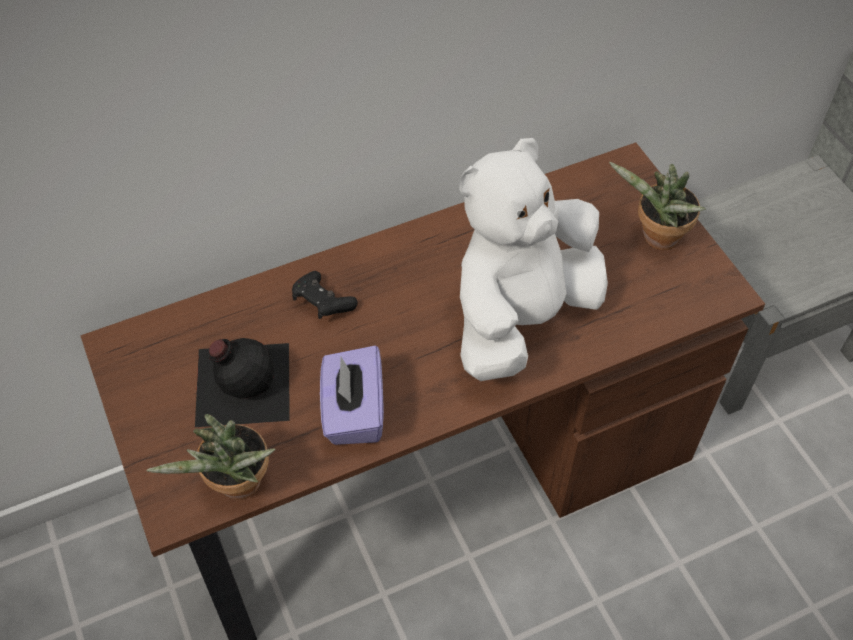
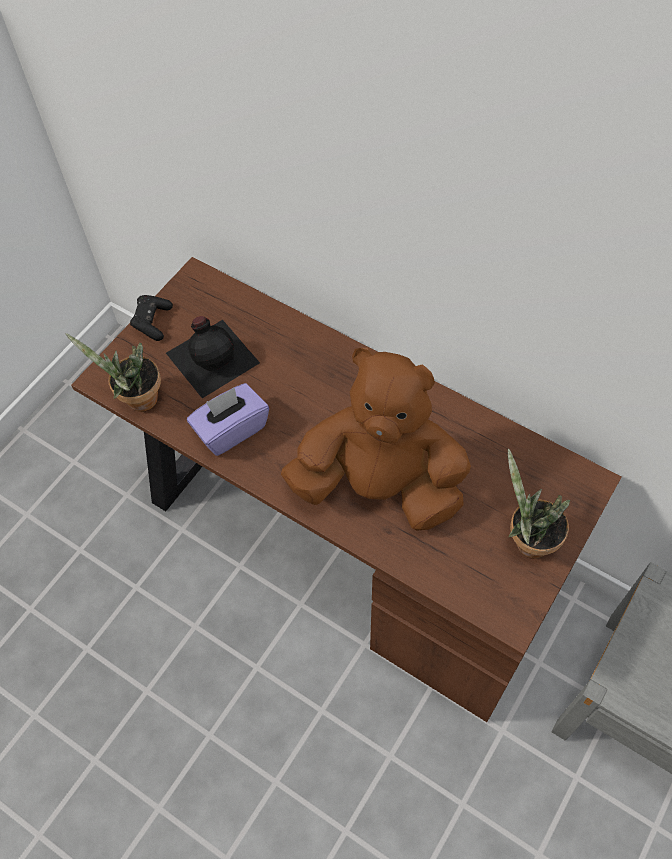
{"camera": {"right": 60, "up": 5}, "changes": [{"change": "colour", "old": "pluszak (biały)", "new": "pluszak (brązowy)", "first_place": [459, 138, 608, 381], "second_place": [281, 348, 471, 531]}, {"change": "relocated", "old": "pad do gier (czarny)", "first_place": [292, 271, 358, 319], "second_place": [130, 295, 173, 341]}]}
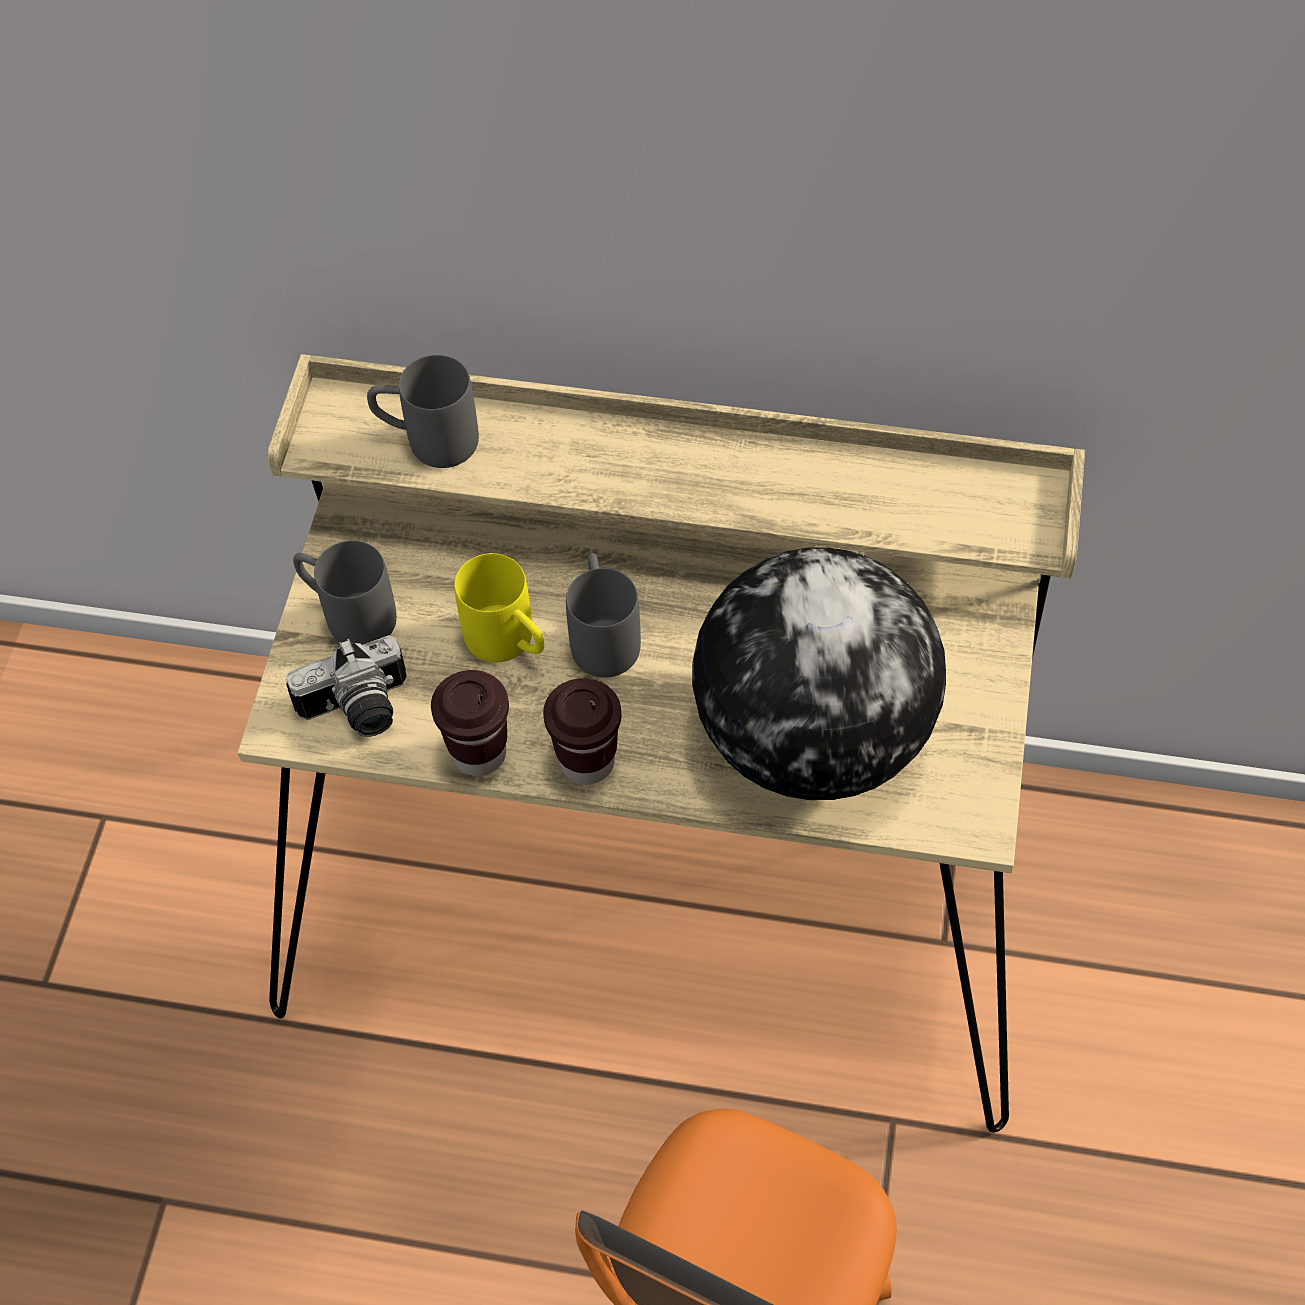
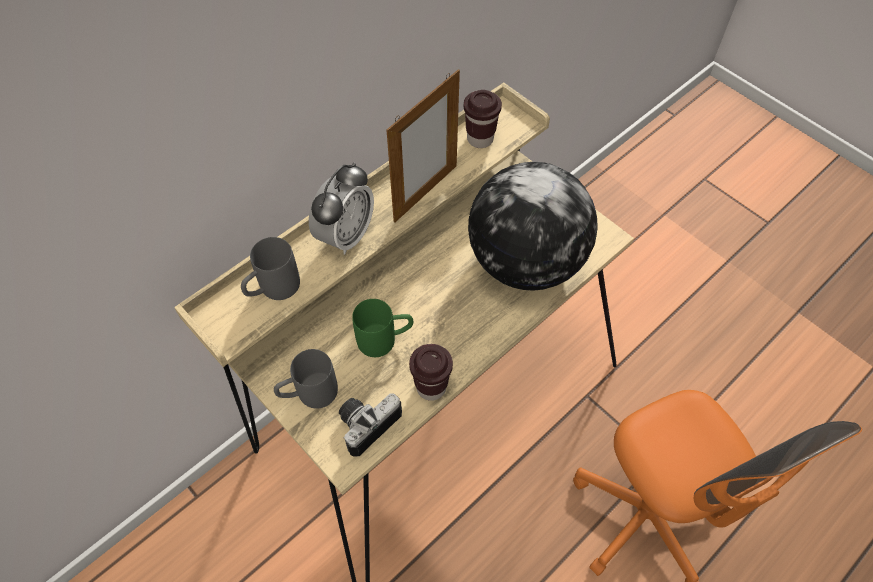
{"camera": {"right": -55, "up": 0}, "changes": [{"change": "colour", "old": "kubek (żółty)", "new": "kubek (zielony)", "first_place": [454, 553, 544, 662], "second_place": [352, 299, 413, 357]}, {"change": "missing", "old": "kubek (szary)", "first_place": [566, 553, 641, 678]}, {"change": "spun", "old": "aparat fotograficzny", "first_place": [286, 635, 407, 737], "second_place": [339, 394, 402, 456], "degrees": -150}, {"change": "relocated", "old": "filiżanka (brązowy)", "first_place": [543, 678, 621, 784], "second_place": [464, 90, 502, 148]}, {"change": "appeared", "new": "ramka na zdjęcie", "second_place": [386, 69, 460, 223]}, {"change": "appeared", "new": "budzik", "second_place": [309, 162, 374, 255]}]}
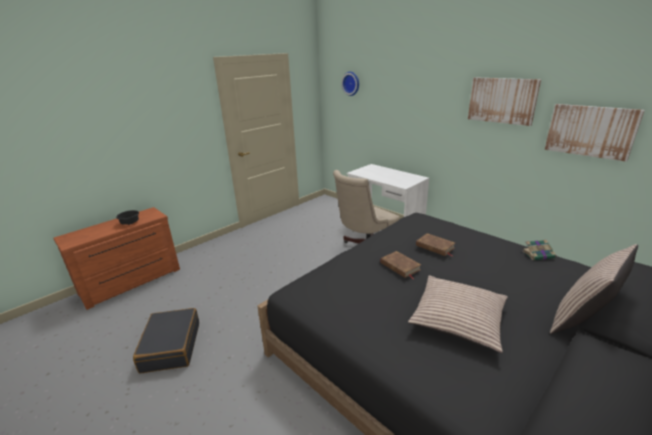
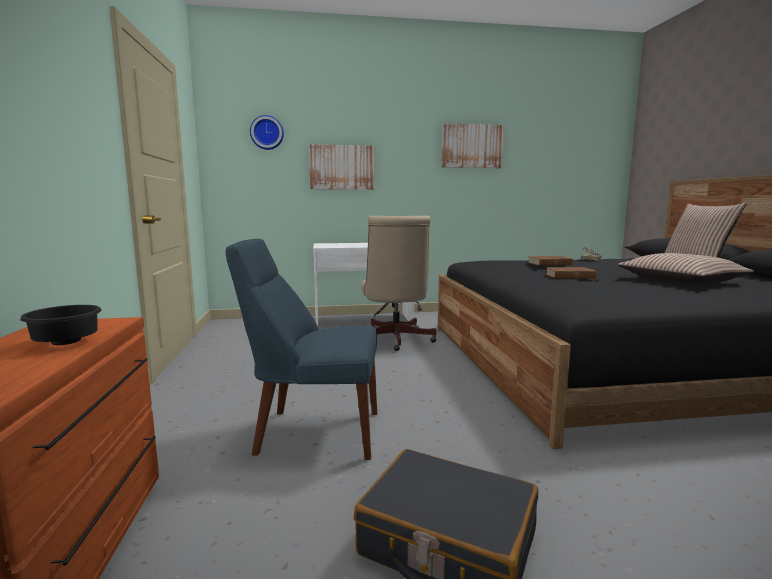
{"camera": {"right": -55, "up": -15}, "changes": [{"change": "relocated", "old": "obraz", "first_place": [545, 104, 645, 162], "second_place": [309, 144, 375, 190]}, {"change": "appeared", "new": "krzesło (niebieski)", "second_place": [226, 239, 377, 460]}]}
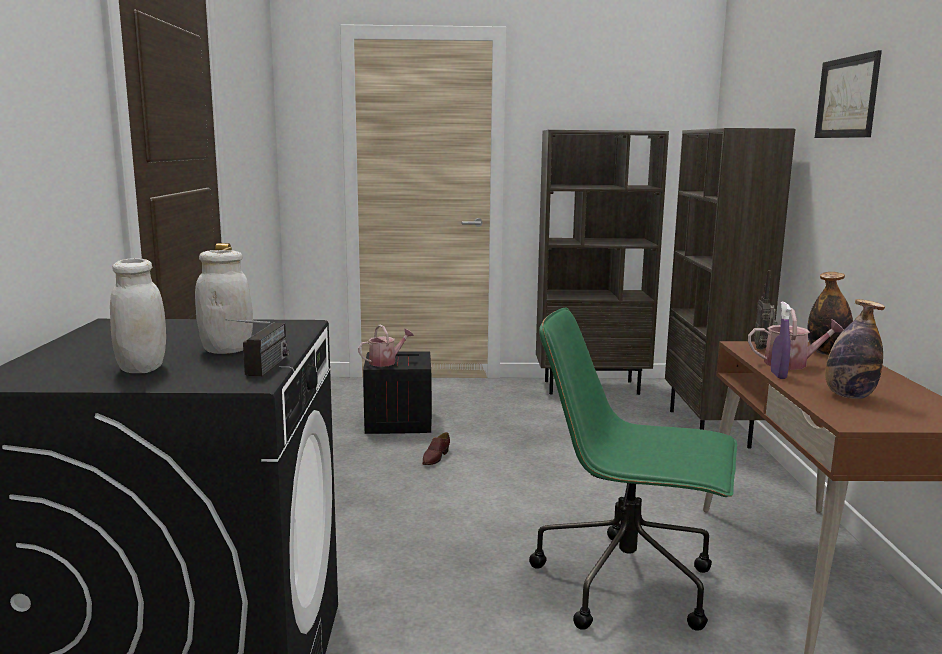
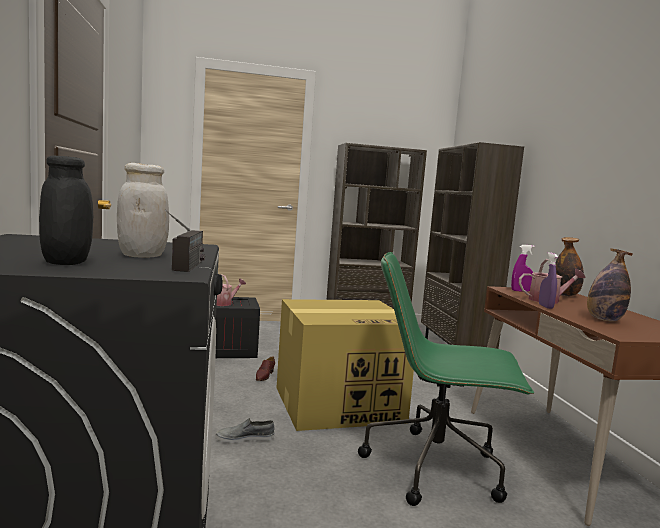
{"camera": {"right": -10, "up": -5}, "changes": [{"change": "missing", "old": "obraz", "first_place": [815, 50, 882, 138]}, {"change": "colour", "old": "słoik (biały)", "new": "słoik (czarny)", "first_place": [110, 258, 166, 373], "second_place": [39, 156, 93, 265]}, {"change": "exchanged", "old": "radio", "new": "spryskiwacz (fioletowy)", "first_place": [754, 271, 777, 349], "second_place": [511, 245, 535, 292]}, {"change": "appeared", "new": "karton", "second_place": [277, 299, 419, 431]}, {"change": "appeared", "new": "but (szary)", "second_place": [216, 418, 275, 443]}]}
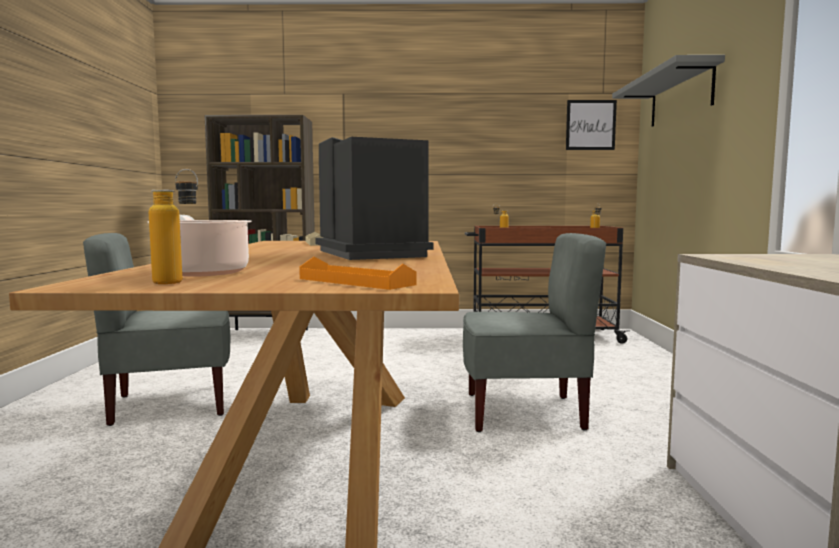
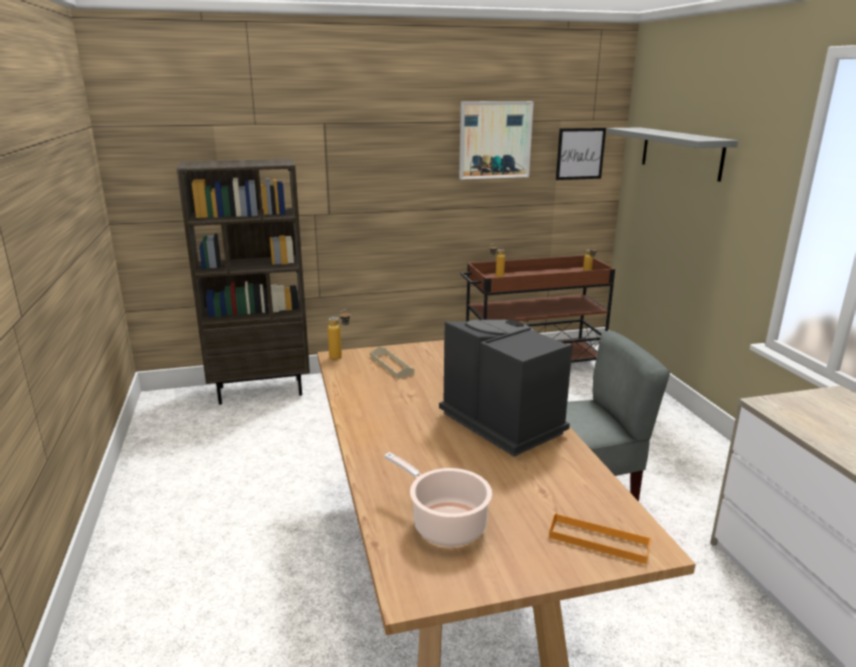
{"camera": {"right": -15, "up": 15}, "changes": [{"change": "relocated", "old": "butelka", "first_place": [149, 169, 198, 284], "second_place": [328, 309, 351, 360]}, {"change": "missing", "old": "krzesło (szary)", "first_place": [83, 233, 231, 426]}, {"change": "appeared", "new": "obraz", "second_place": [459, 101, 534, 180]}]}
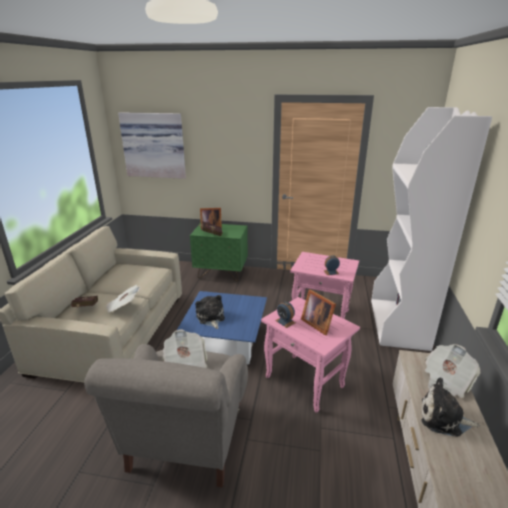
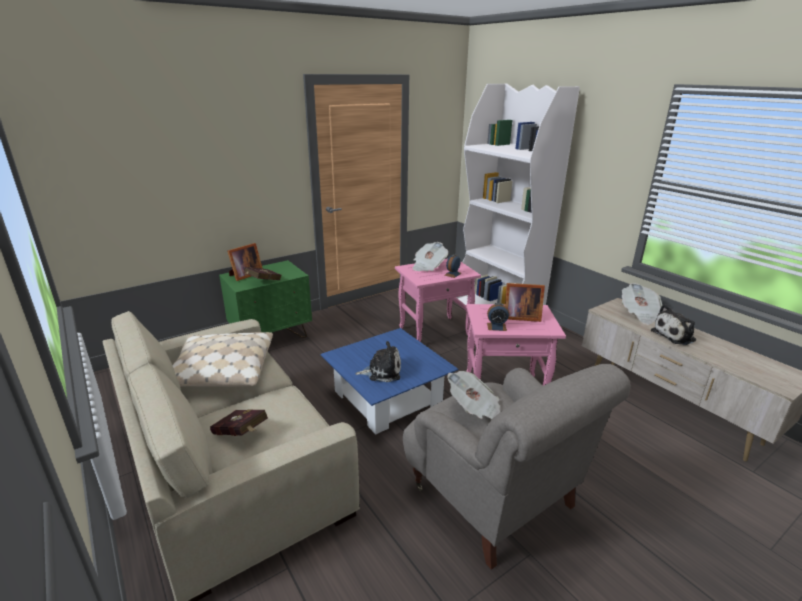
{"camera": {"right": -45, "up": 0}, "changes": [{"change": "missing", "old": "obraz", "first_place": [118, 112, 186, 179]}, {"change": "relocated", "old": "gazeta", "first_place": [106, 285, 140, 313], "second_place": [412, 242, 448, 271]}, {"change": "spun", "old": "pluszak", "first_place": [195, 295, 225, 329], "second_place": [355, 341, 401, 382], "degrees": 150}, {"change": "appeared", "new": "poduszka (beżowy)", "second_place": [172, 332, 273, 387]}]}
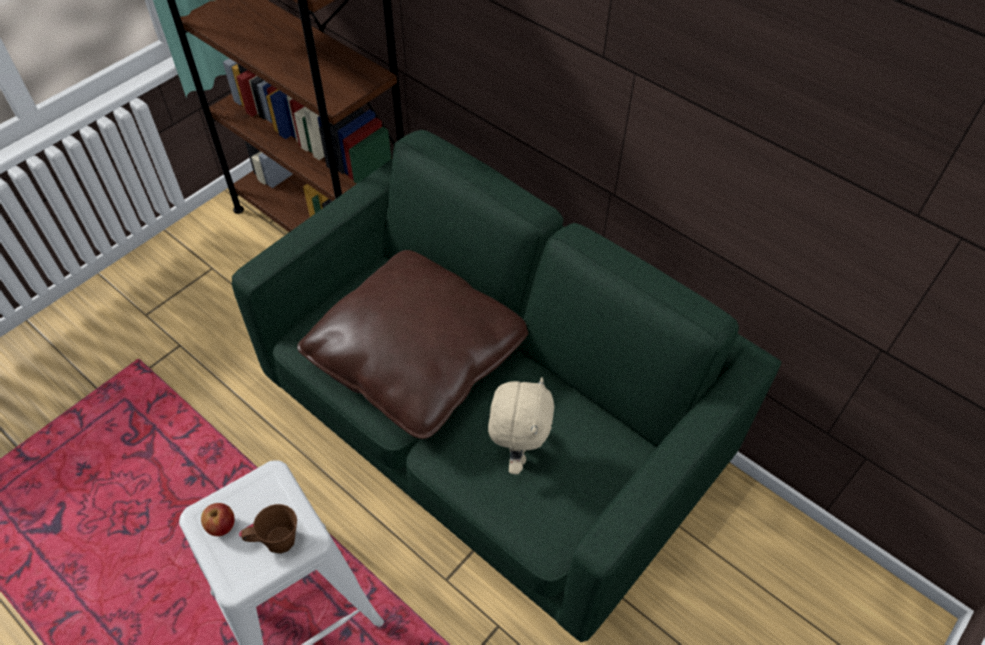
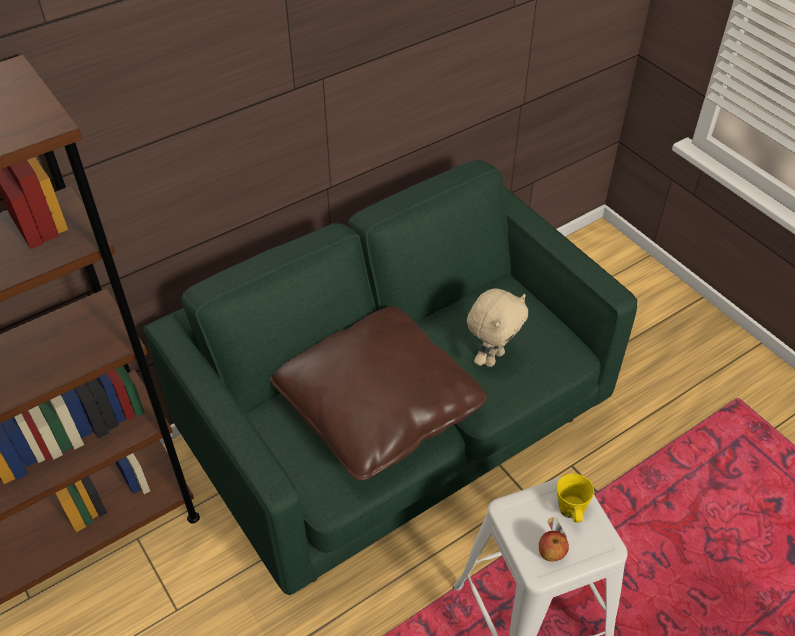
{"camera": {"right": -75, "up": -5}, "changes": [{"change": "spun", "old": "pluszak (beżowy)", "first_place": [488, 377, 555, 475], "second_place": [467, 288, 528, 367], "degrees": 105}, {"change": "colour", "old": "kubek (brązowy)", "new": "kubek (żółty)", "first_place": [241, 504, 297, 554], "second_place": [556, 474, 594, 522]}]}
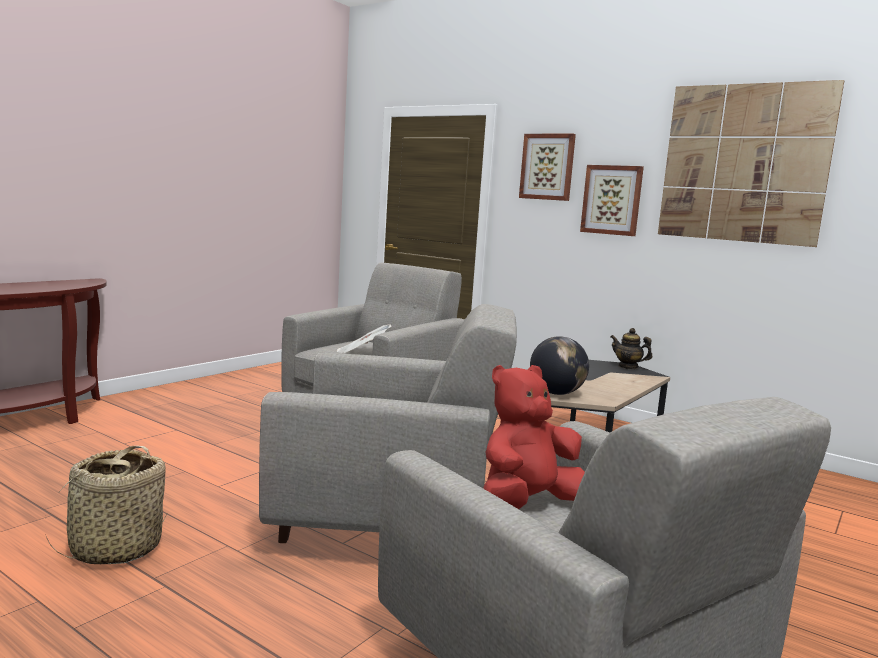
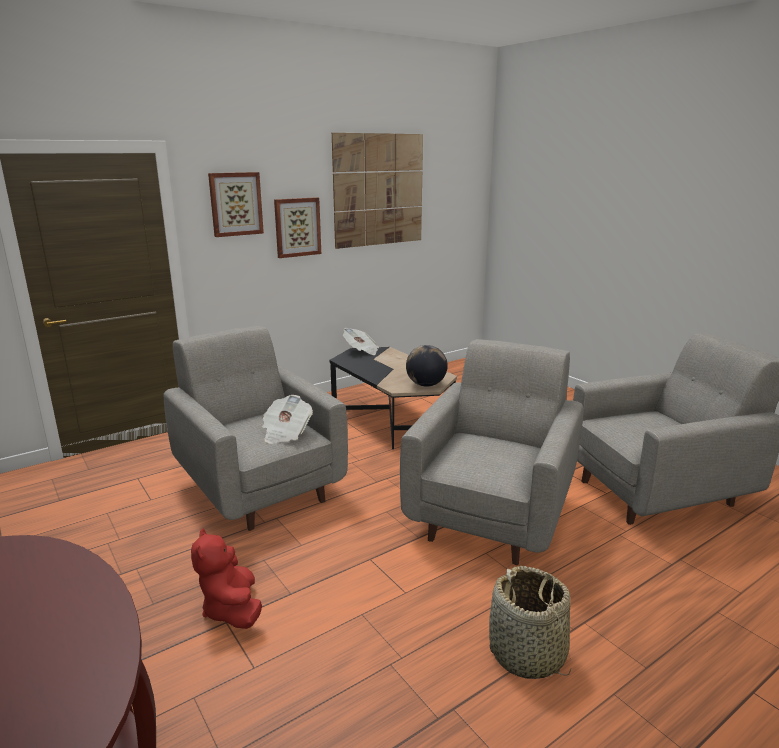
{"camera": {"right": -70, "up": 10}, "changes": [{"change": "exchanged", "old": "imbryk", "new": "gazeta", "first_place": [611, 328, 652, 369], "second_place": [343, 328, 379, 355]}, {"change": "relocated", "old": "pluszak (czerwony)", "first_place": [483, 365, 585, 509], "second_place": [191, 529, 262, 629]}]}
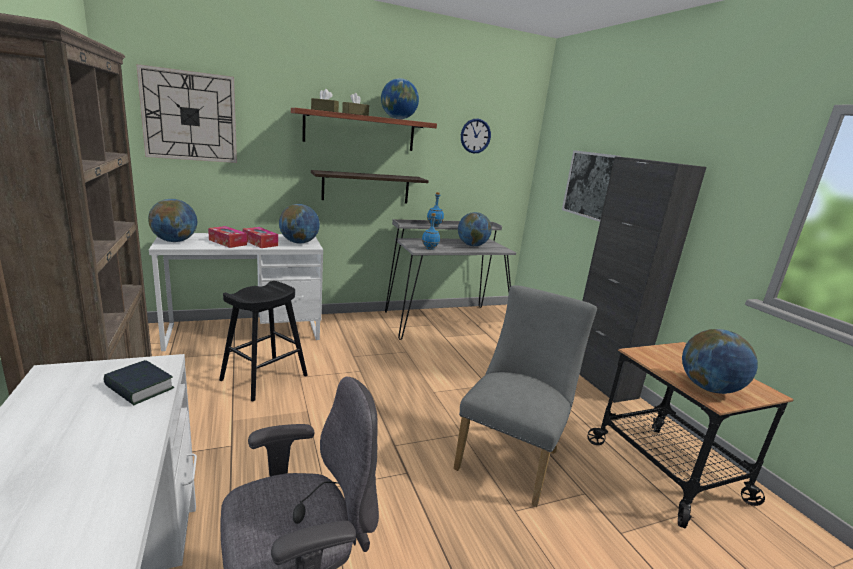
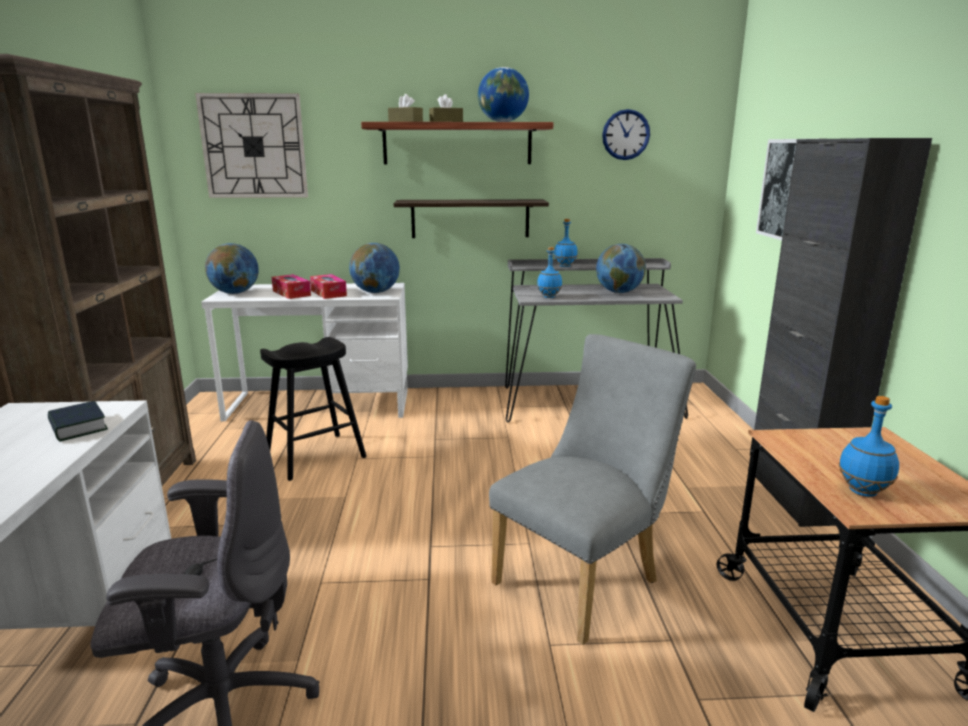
{"camera": {"right": 20, "up": 0}, "changes": [{"change": "exchanged", "old": "globus", "new": "butelka (niebieski)", "first_place": [682, 329, 758, 394], "second_place": [839, 396, 899, 497]}]}
